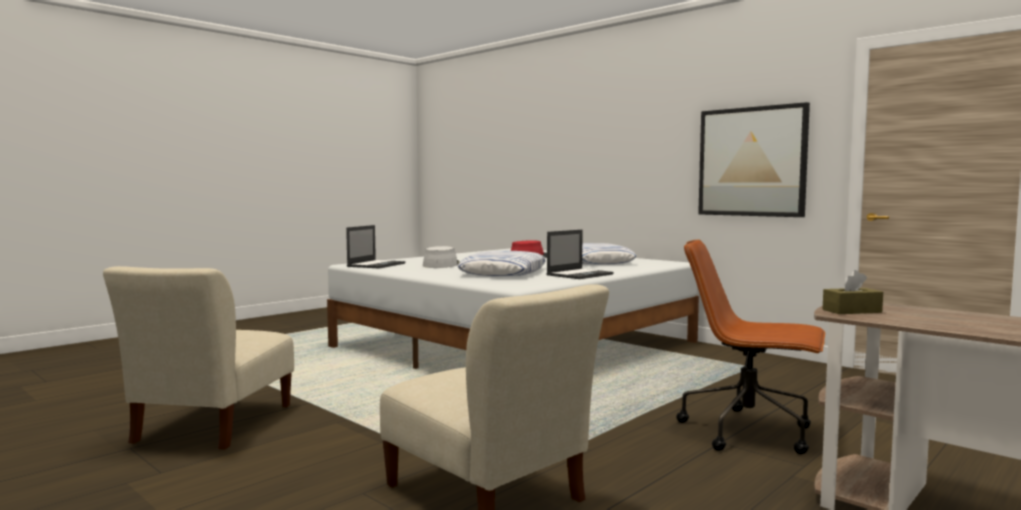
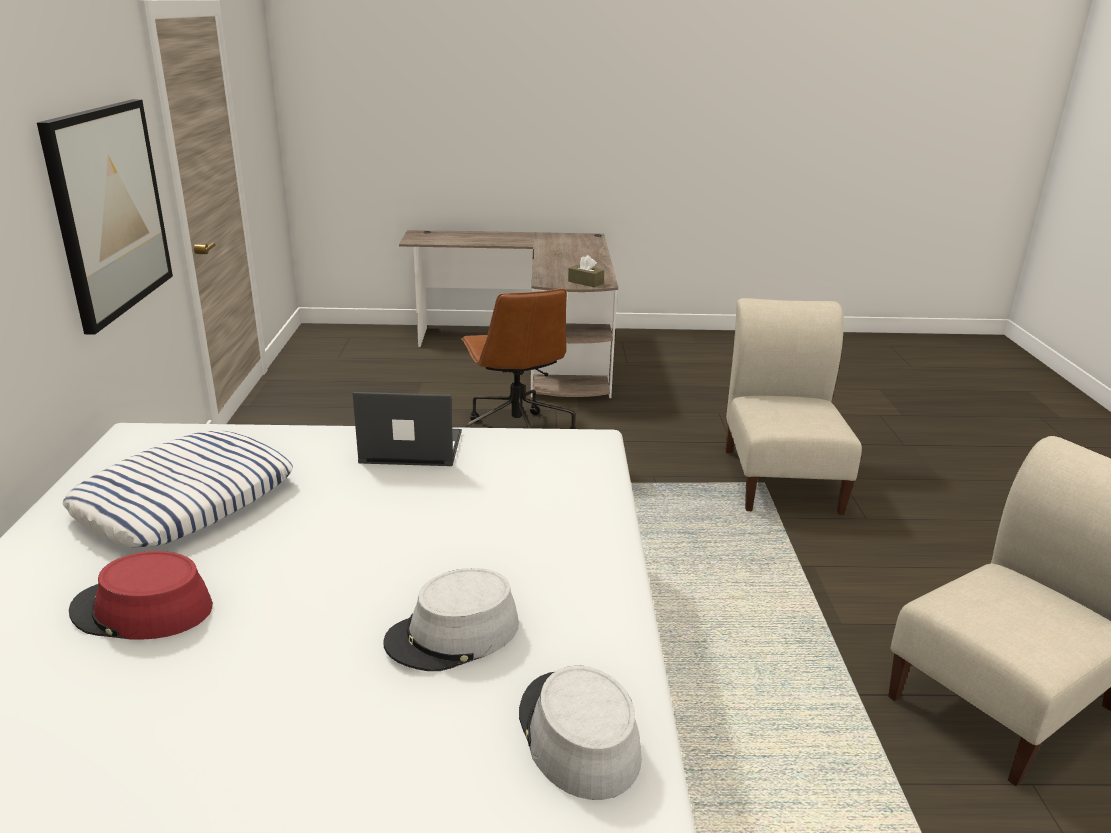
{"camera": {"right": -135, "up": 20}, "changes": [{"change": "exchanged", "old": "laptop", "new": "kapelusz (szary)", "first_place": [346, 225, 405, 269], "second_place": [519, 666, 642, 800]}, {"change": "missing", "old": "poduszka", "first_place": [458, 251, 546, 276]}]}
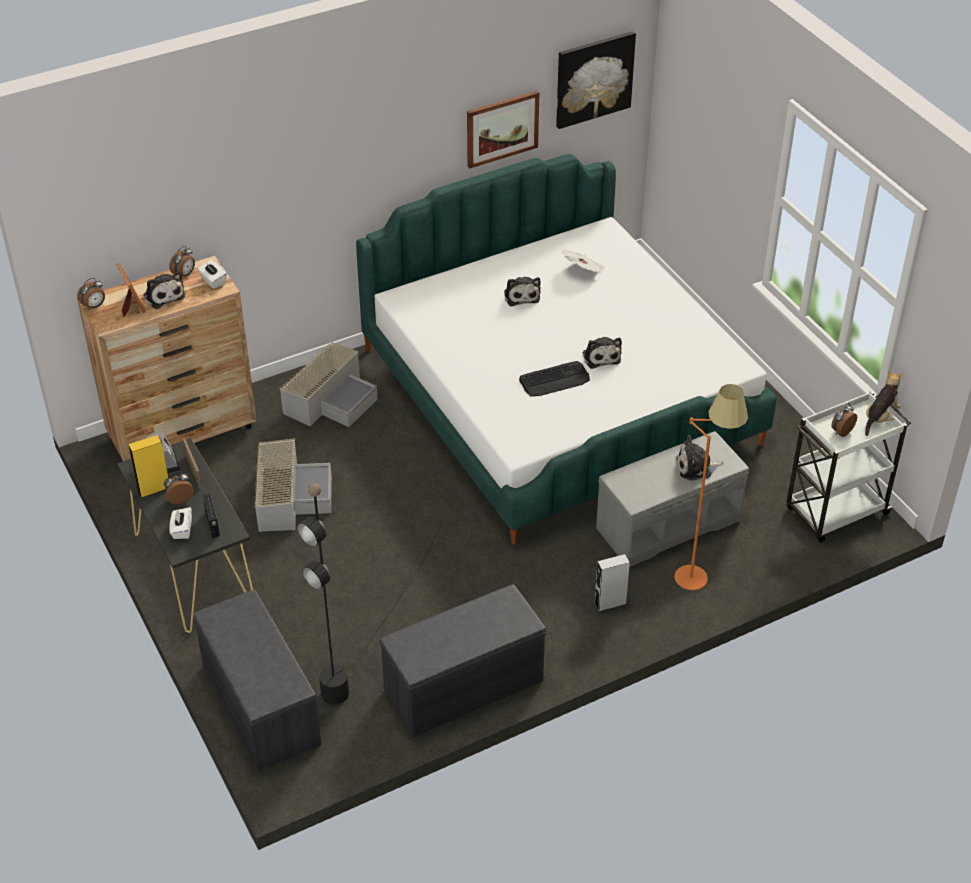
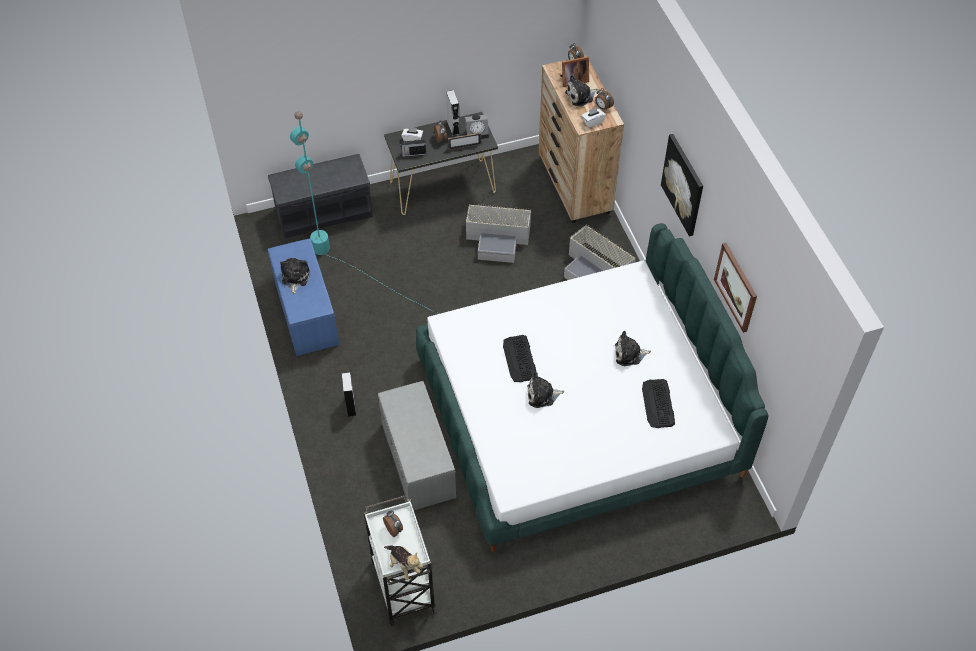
{"camera": {"right": 100, "up": 10}, "changes": [{"change": "relocated", "old": "obraz", "first_place": [556, 31, 636, 129], "second_place": [661, 134, 703, 236]}, {"change": "exchanged", "old": "gazeta", "new": "klawiatura", "first_place": [561, 250, 605, 272], "second_place": [642, 379, 675, 428]}, {"change": "missing", "old": "lampa stojąca (pomarańczowy)", "first_place": [674, 384, 748, 590]}, {"change": "colour", "old": "głośnik (żółty)", "new": "głośnik (szary)", "first_place": [128, 435, 168, 498], "second_place": [446, 90, 460, 136]}, {"change": "relocated", "old": "pluszak", "first_place": [676, 435, 724, 480], "second_place": [280, 258, 310, 294]}, {"change": "colour", "old": "lampa stojąca (czarny)", "new": "lampa stojąca (turkusowy)", "first_place": [297, 483, 447, 705], "second_place": [290, 111, 439, 314]}, {"change": "colour", "old": "ławka (szary)", "new": "ławka (niebieski)", "first_place": [380, 584, 546, 737], "second_place": [268, 239, 339, 356]}]}
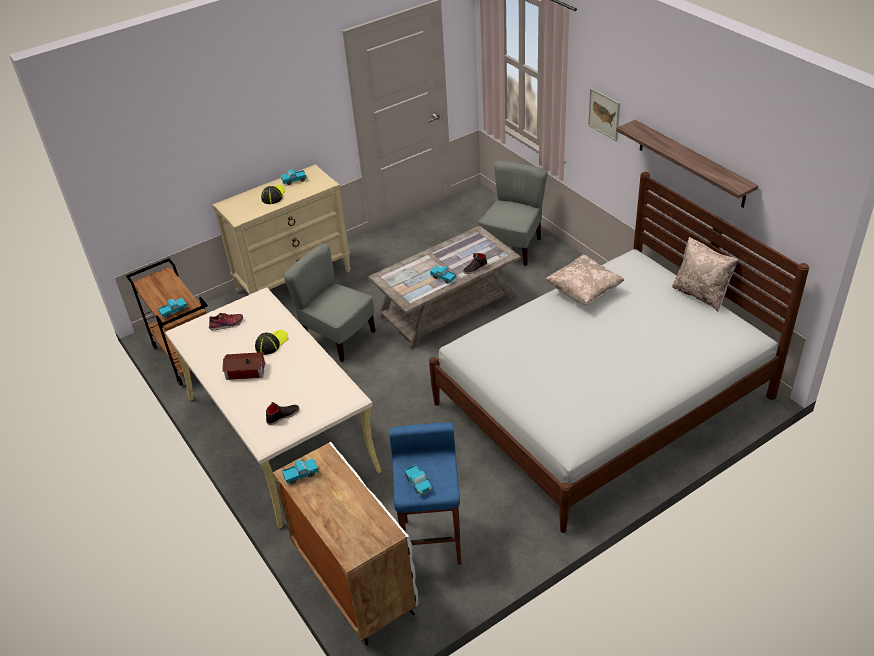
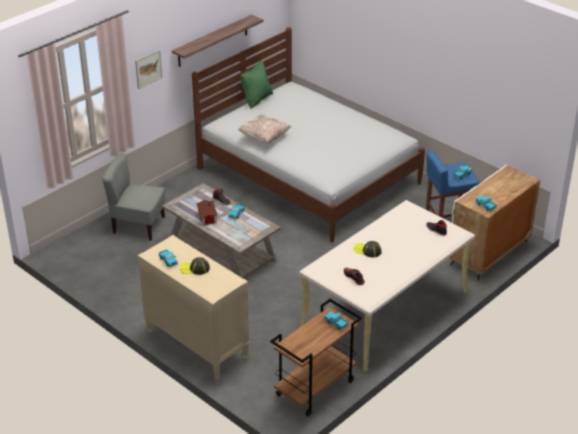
{"camera": {"right": -105, "up": -5}, "changes": [{"change": "colour", "old": "poduszka (beżowy)", "new": "poduszka (zielony)", "first_place": [672, 237, 738, 312], "second_place": [240, 61, 273, 109]}, {"change": "missing", "old": "krzesło (szary)", "first_place": [283, 243, 375, 362]}, {"change": "relocated", "old": "domek", "first_place": [222, 352, 265, 380], "second_place": [196, 200, 218, 225]}]}
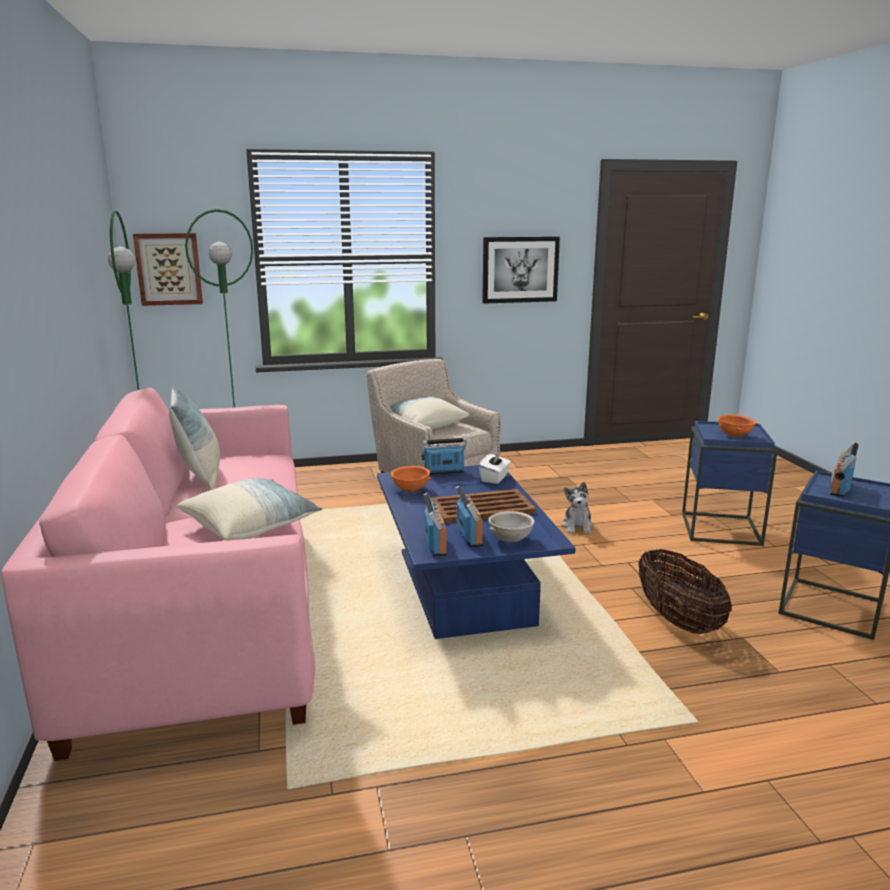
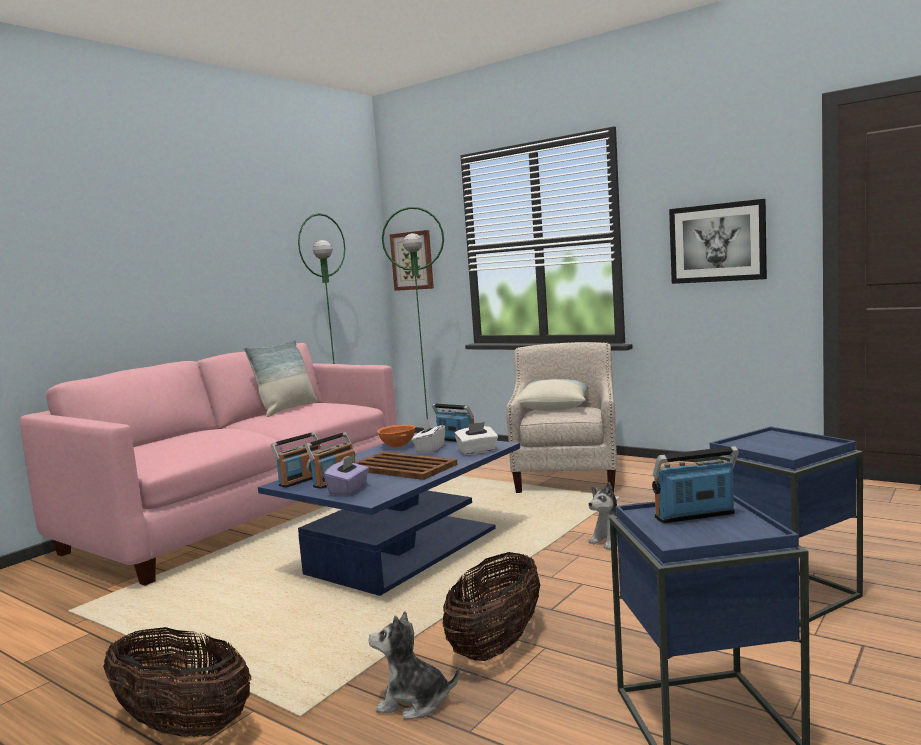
{"camera": {"right": 50, "up": -10}, "changes": [{"change": "missing", "old": "miska (pomarańczowy)", "first_place": [718, 414, 756, 437]}, {"change": "missing", "old": "poduszka", "first_place": [177, 478, 323, 541]}, {"change": "exchanged", "old": "miska (szary)", "new": "pudełko chusteczek (fioletowy)", "first_place": [488, 511, 535, 542], "second_place": [323, 454, 369, 496]}, {"change": "appeared", "new": "pudełko chusteczek (biały)", "second_place": [412, 419, 445, 453]}, {"change": "appeared", "new": "pluszak", "second_place": [368, 612, 459, 720]}, {"change": "appeared", "new": "koszyk", "second_place": [103, 627, 251, 737]}]}
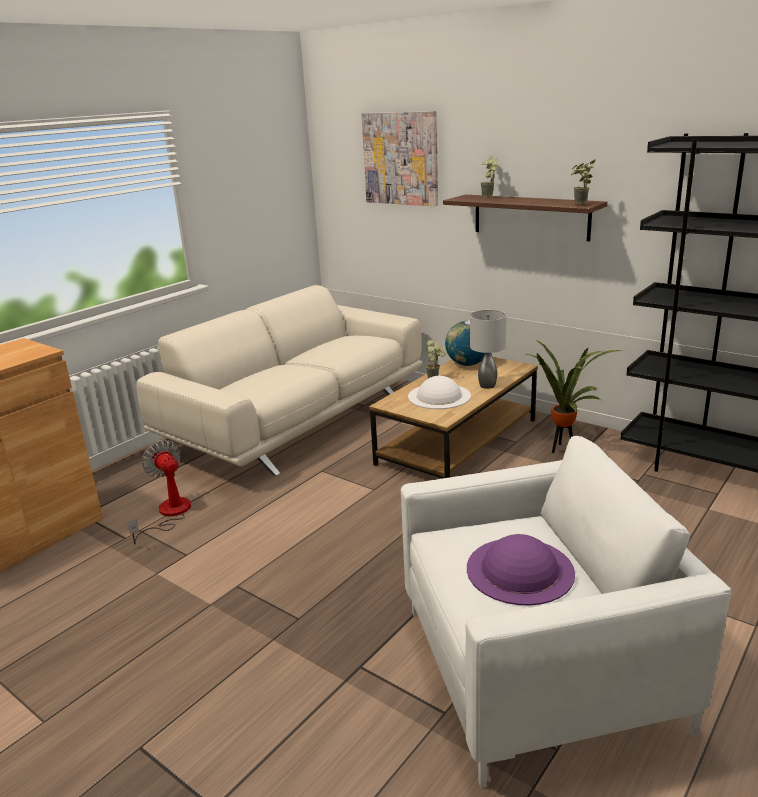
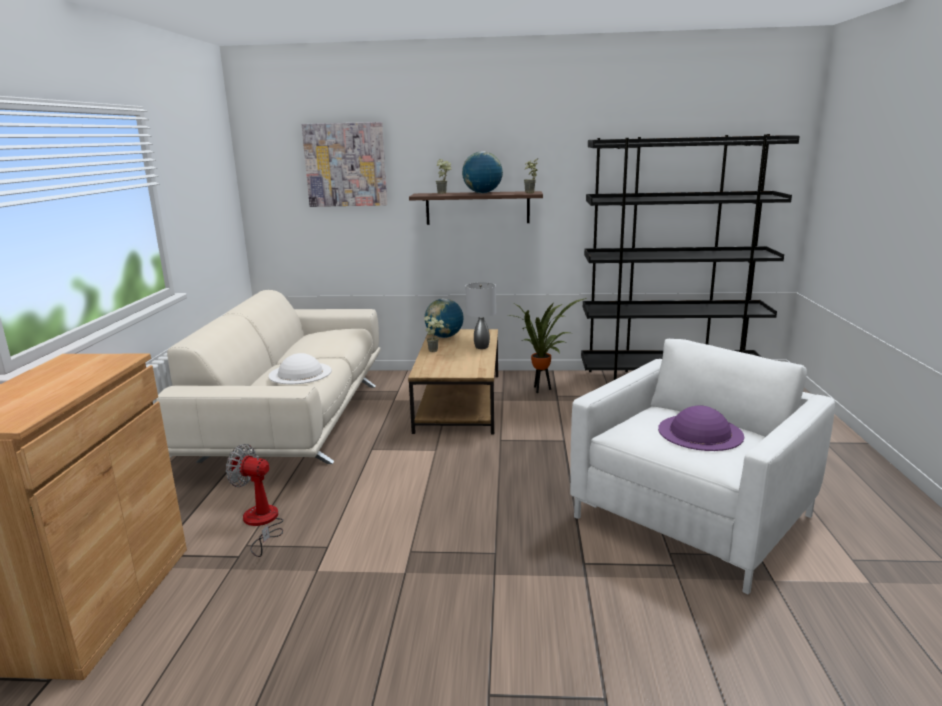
{"camera": {"right": -35, "up": -5}, "changes": [{"change": "relocated", "old": "kapelusz (biały)", "first_place": [408, 376, 471, 409], "second_place": [269, 353, 332, 384]}, {"change": "appeared", "new": "globus", "second_place": [462, 151, 503, 193]}]}
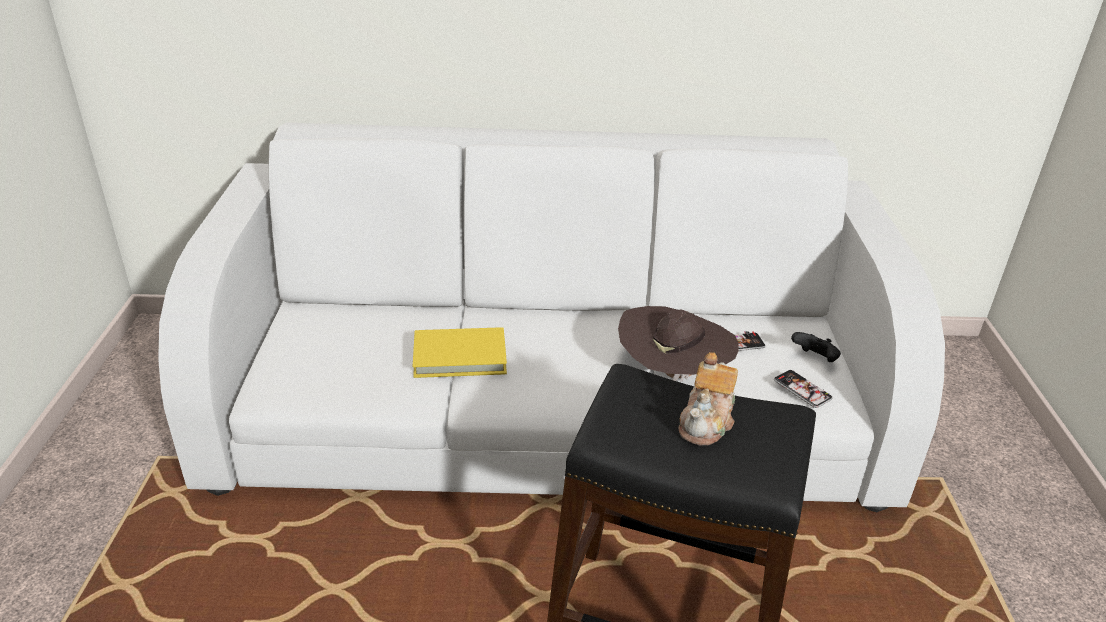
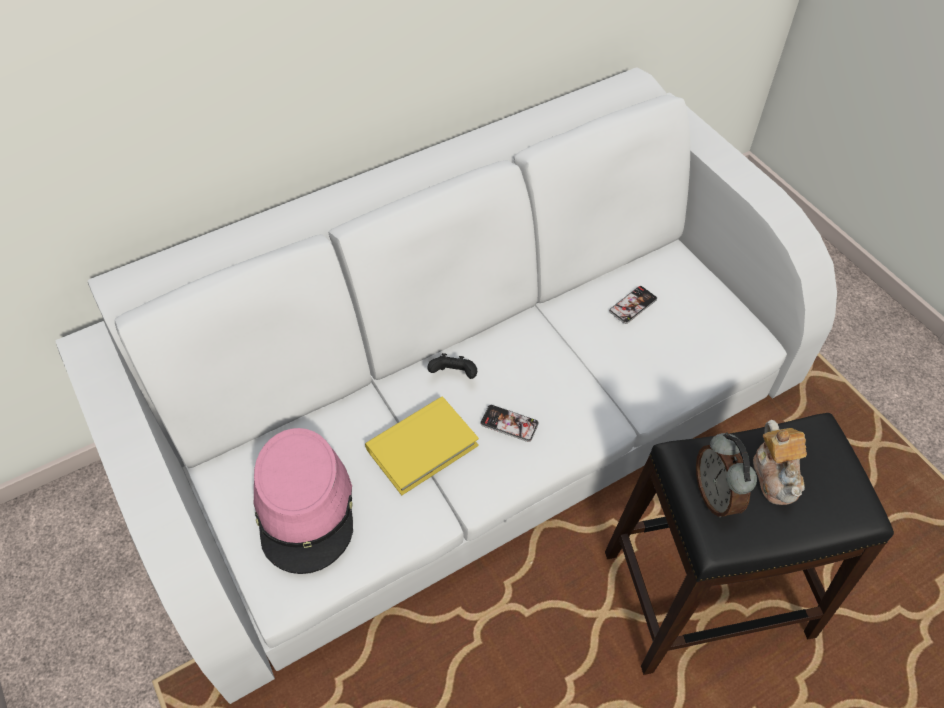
{"camera": {"right": -30, "up": 20}, "changes": [{"change": "missing", "old": "kapelusz (brązowy)", "first_place": [618, 306, 738, 383]}, {"change": "relocated", "old": "pad do gier (czarny)", "first_place": [791, 332, 841, 362], "second_place": [427, 353, 477, 379]}, {"change": "relocated", "old": "telefon", "first_place": [774, 370, 833, 408], "second_place": [480, 405, 539, 442]}, {"change": "appeared", "new": "kapelusz (różowy)", "second_place": [254, 428, 353, 574]}, {"change": "appeared", "new": "budzik", "second_place": [696, 432, 757, 517]}]}
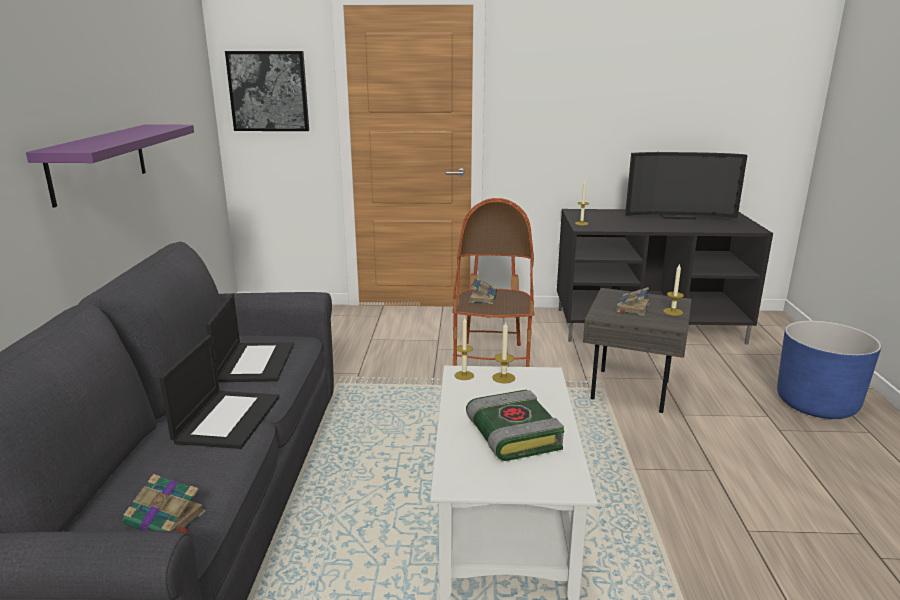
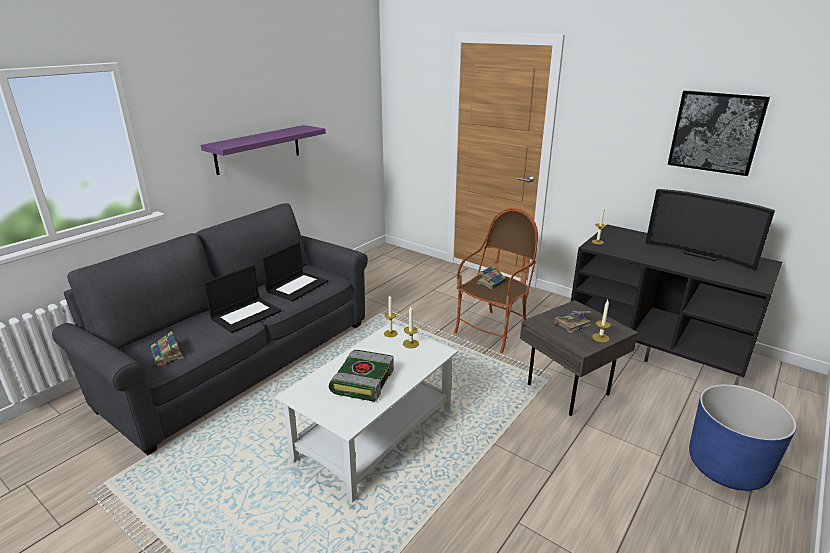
{"camera": {"right": 35, "up": 5}, "changes": [{"change": "relocated", "old": "obraz", "first_place": [225, 51, 309, 131], "second_place": [668, 90, 770, 176]}]}
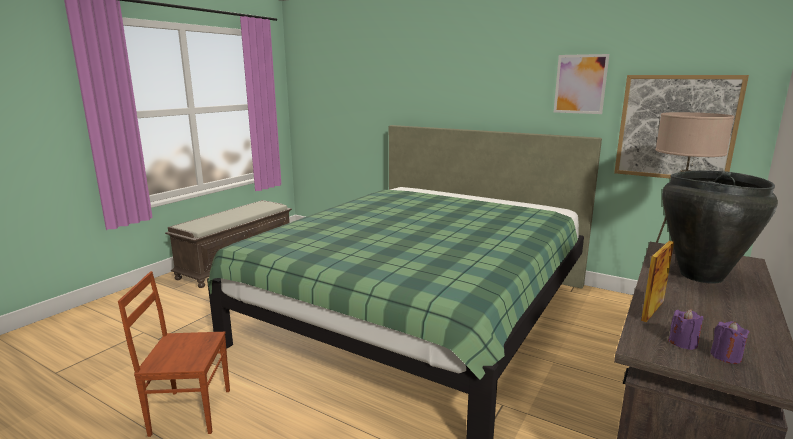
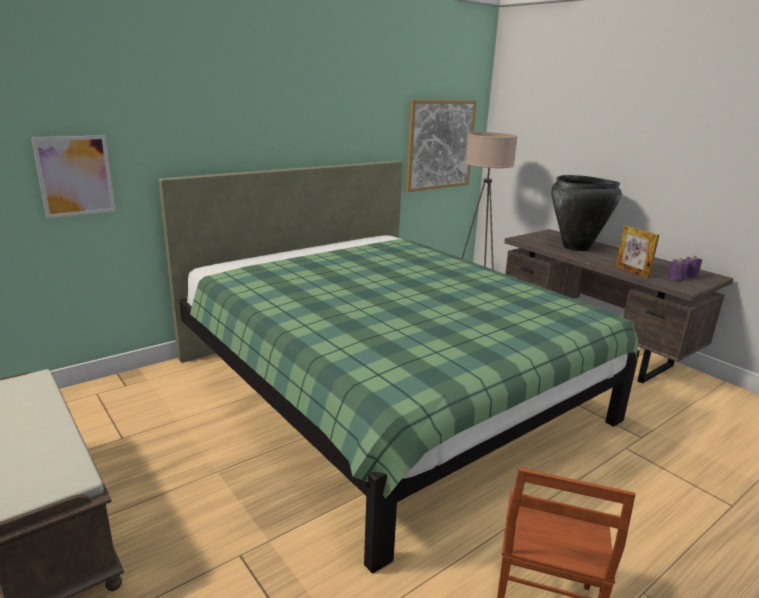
{"camera": {"right": -70, "up": 5}, "changes": [{"change": "relocated", "old": "obraz", "first_place": [554, 54, 609, 114], "second_place": [31, 135, 116, 218]}]}
